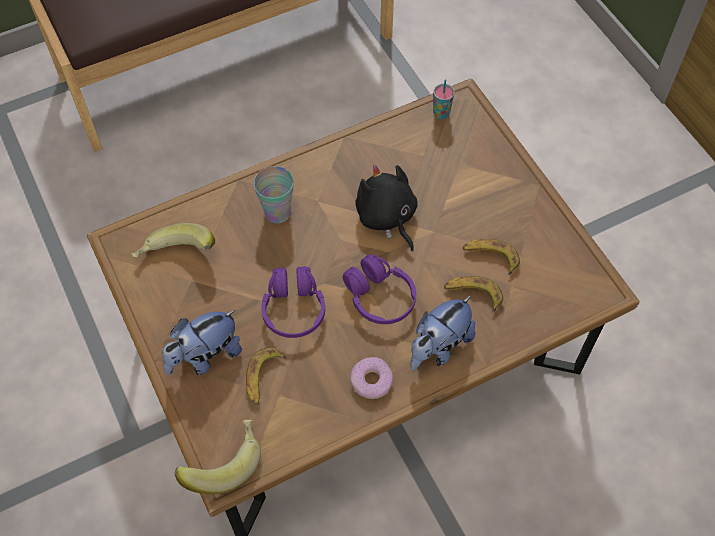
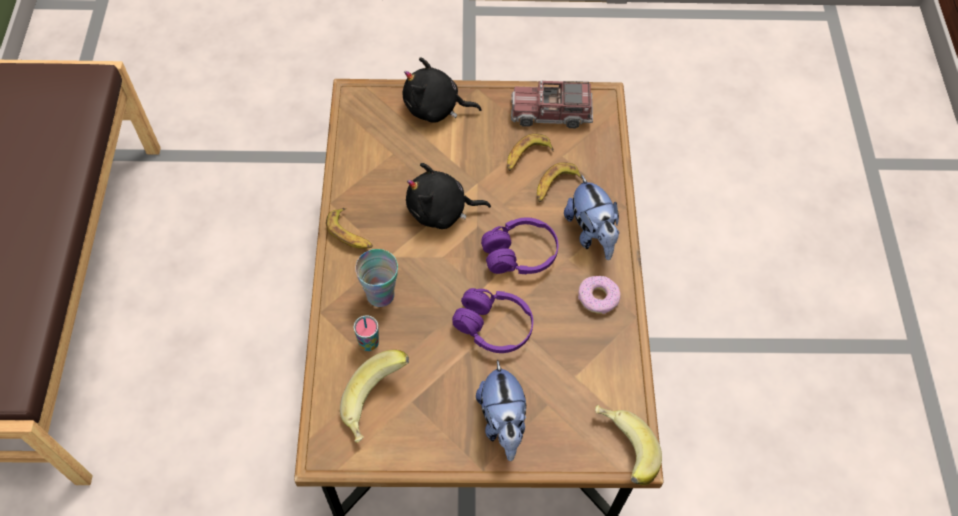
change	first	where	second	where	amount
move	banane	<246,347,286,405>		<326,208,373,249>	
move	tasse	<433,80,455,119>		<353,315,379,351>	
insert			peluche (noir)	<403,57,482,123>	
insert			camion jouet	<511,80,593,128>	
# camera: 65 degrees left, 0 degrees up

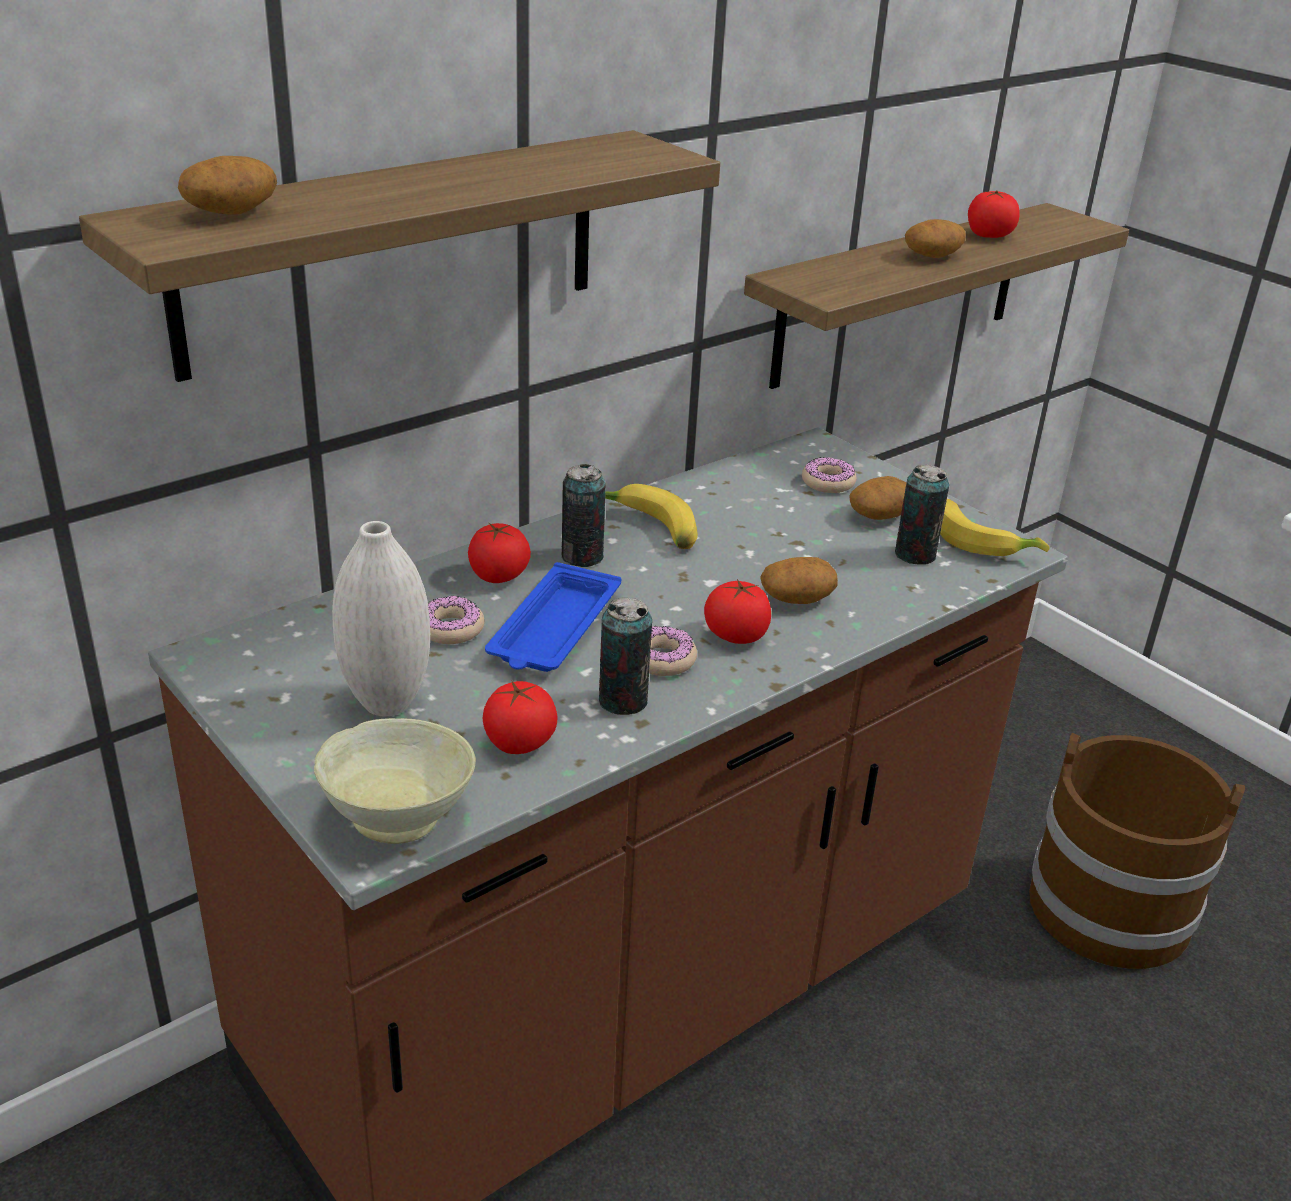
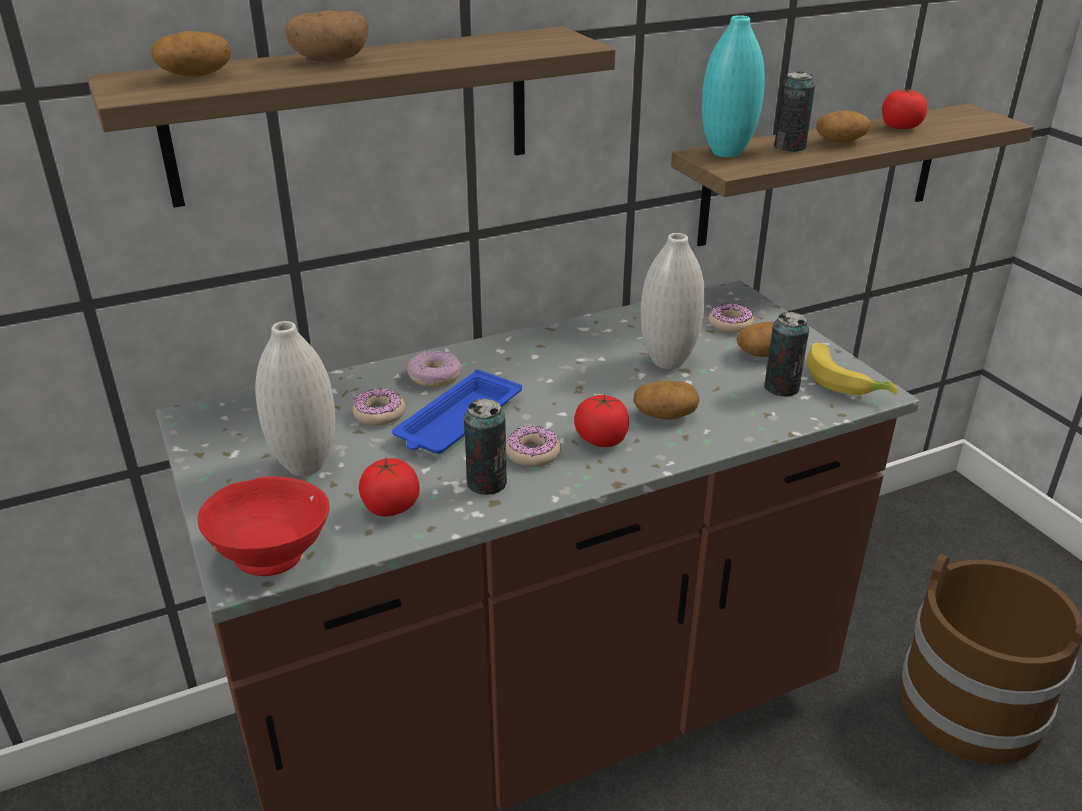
change	first	where	second	where	amount
recolor	bol (beige)	<314,718,476,844>	bol (rouge)	<197,476,330,576>	
replace	tomate	<468,523,531,583>	beignet	<407,350,461,387>	
move	boîte métallique	<562,464,606,567>		<774,72,815,152>	
delete	banane	<605,484,698,549>			
insert			pomme de terre	<285,10,369,62>	
insert			vase (blanc)	<641,233,705,369>	
insert			vase (turquoise)	<702,15,765,157>	
# camera: 15 degrees right, 0 degrees up

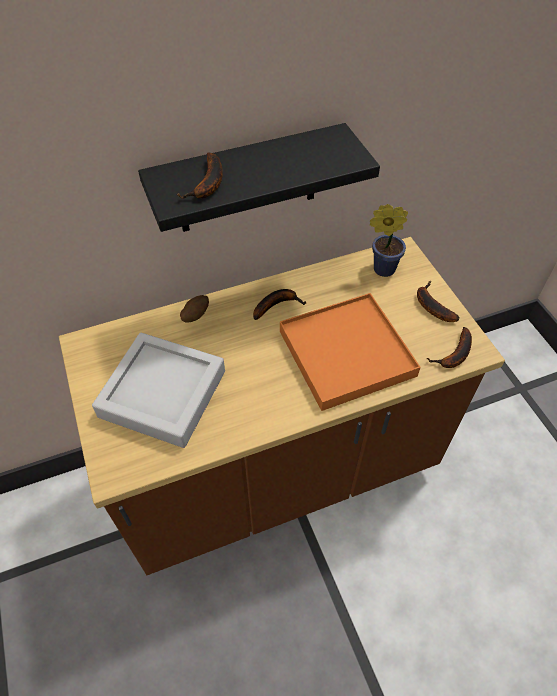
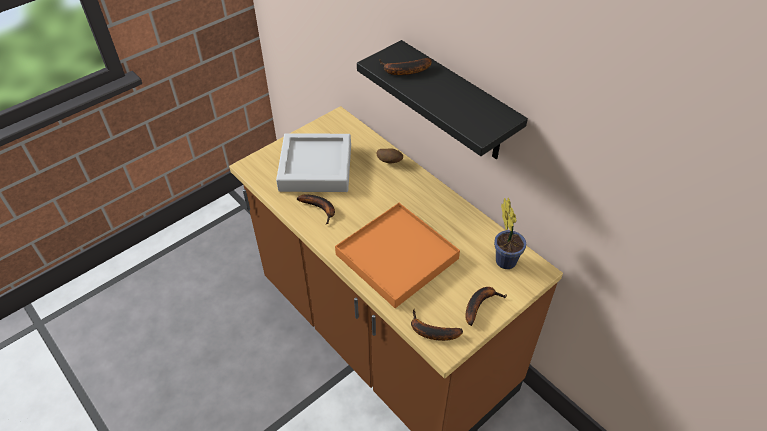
change	first	where	second	where	amount
move	banane	<253,289,306,320>		<297,195,335,225>	
# camera: 70 degrees right, 5 degrees down

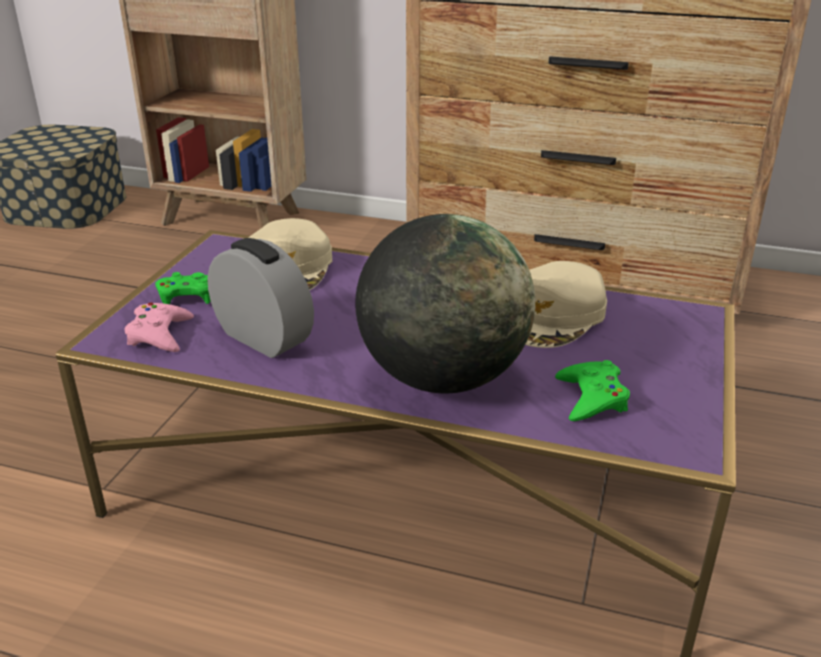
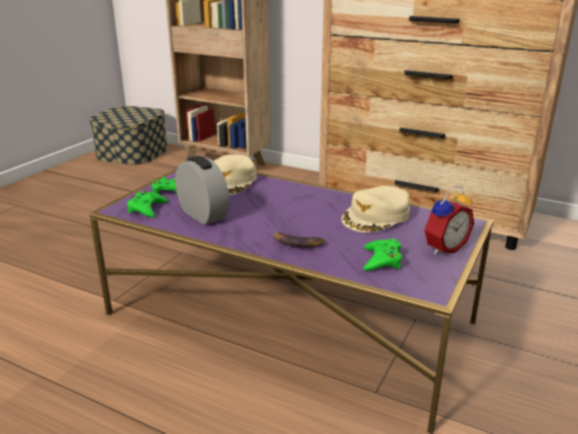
change	first	where	second	where	amount
recolor	manette (rose)	<125,302,194,352>	manette (vert)	<127,191,168,218>	
replace	globe	<355,214,535,394>	banane	<273,231,325,247>	
insert			réveil	<424,186,474,255>	
# camera: 10 degrees right, 5 degrees down

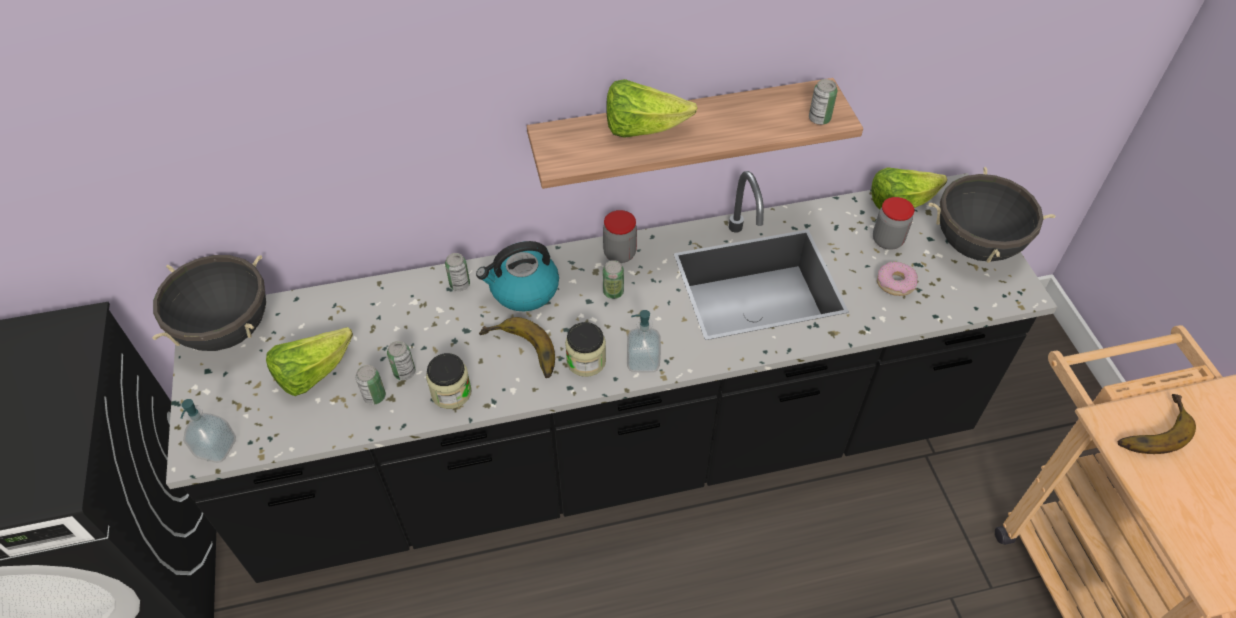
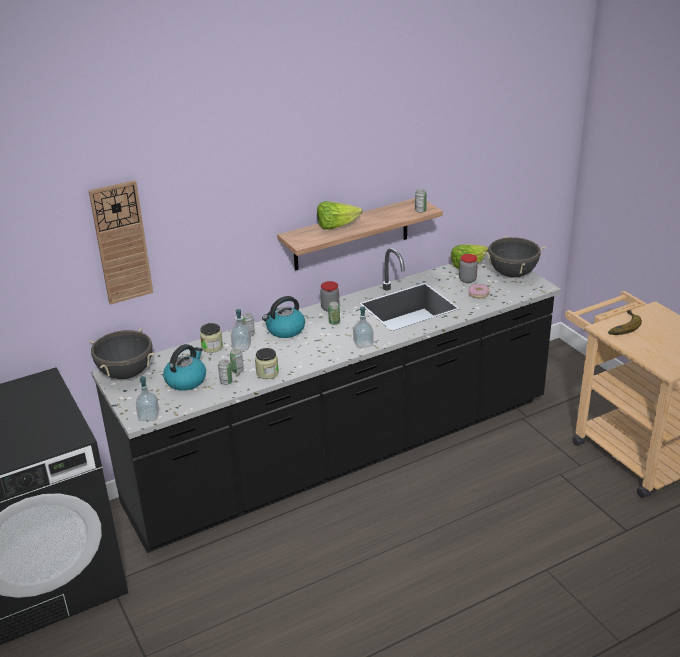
change	first	where	second	where	amount
replace	laitue	<266,327,353,396>	bouilloire	<163,344,206,391>	
delete	banane	<479,317,555,378>			
move	bocal	<565,322,606,377>		<200,323,223,353>	
insert			horloge murale	<89,180,153,305>	
insert			distributeur de savon	<231,309,251,350>	
# camera: 15 degrees left, 20 degrees down

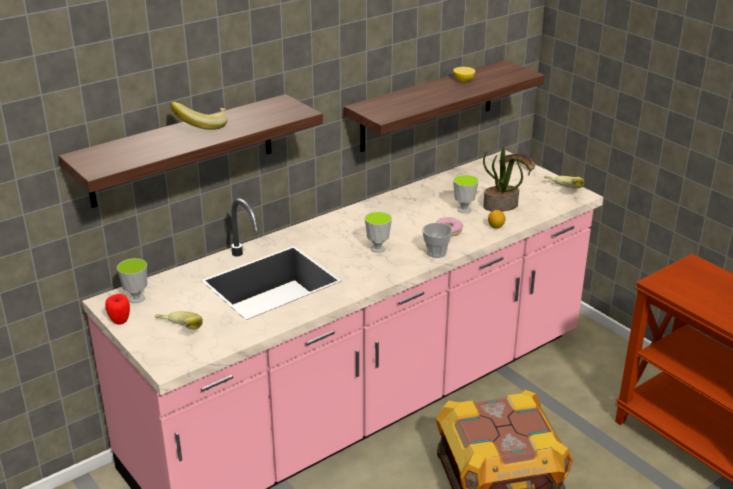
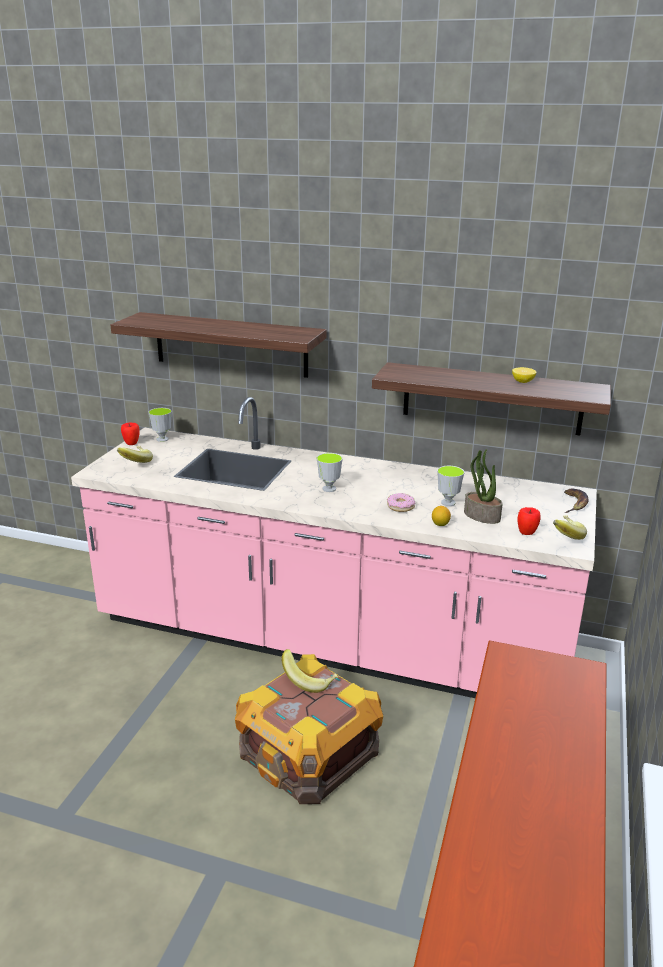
change	first	where	second	where	amount
move	banane	<170,102,227,130>		<281,649,338,693>	
delete	tasse	<422,223,452,258>			
insert			pomme	<518,507,541,535>	
# camera: 55 degrees right, 5 degrees down

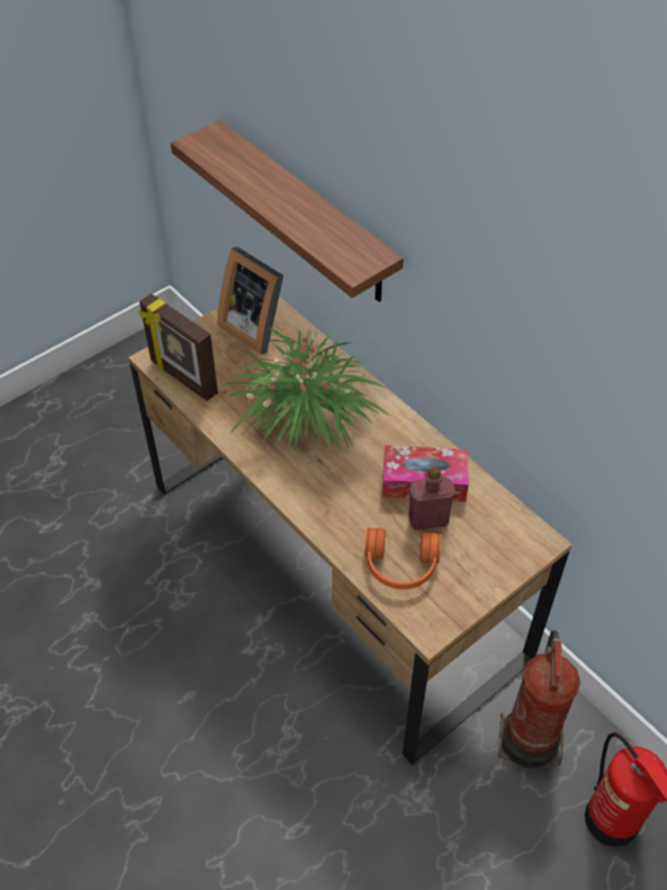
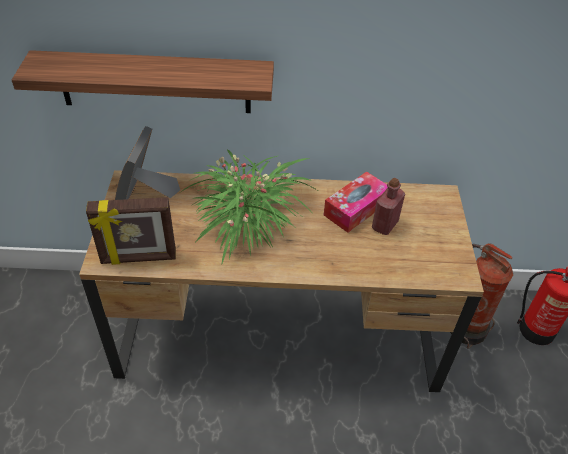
change	first	where	second	where	amount
rotate	cadre photo	<217,247,284,355>		<115,126,180,200>	105 degrees clockwise
delete	casque audio (orange)	<365,528,441,589>			
# camera: 50 degrees left, 5 degrees down

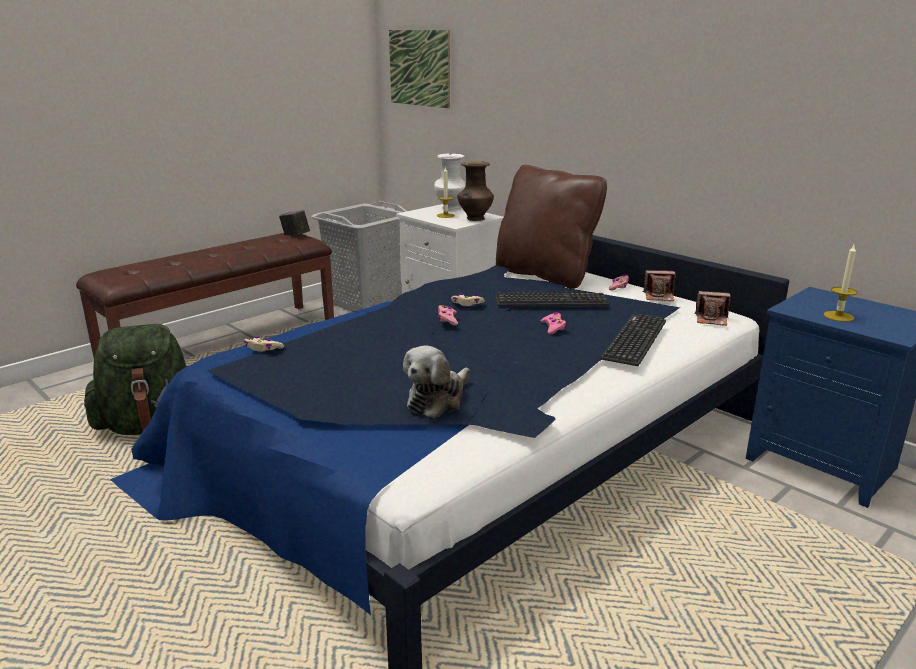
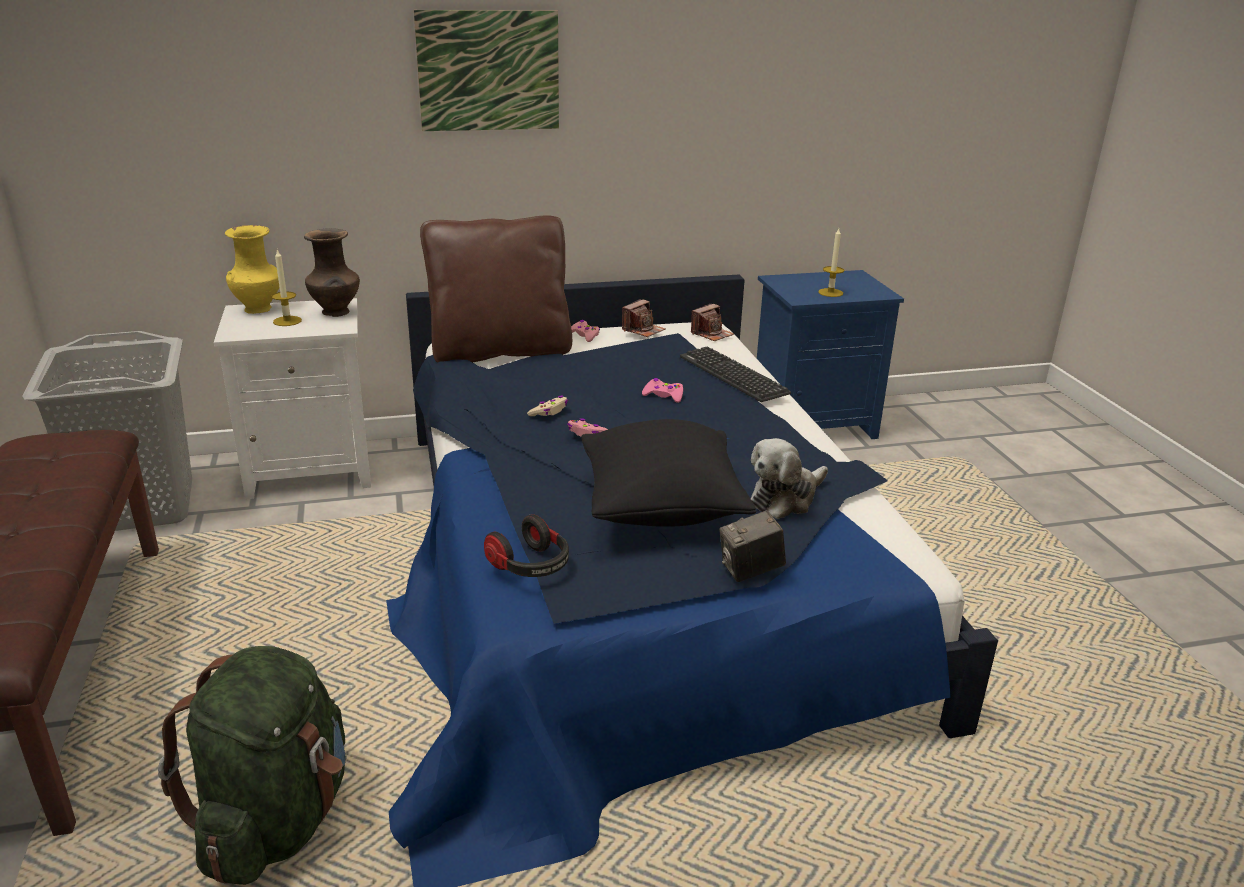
change	first	where	second	where	amount
replace	manette (beige)	<244,336,284,352>	casque audio	<484,514,569,577>	
move	appareil photo	<279,210,310,236>		<719,510,786,582>	
move	tableau	<389,30,450,108>		<414,10,559,131>	
rotate	peluche	<403,345,470,418>		<751,438,828,519>	75 degrees clockwise
recolor	vase (blanc)	<434,153,466,210>	vase (jaune)	<225,225,279,314>	
delete	clavier	<495,292,609,306>			
insert			coussin (noir)	<581,419,756,527>	
# camera: 60 degrees left, 5 degrees up

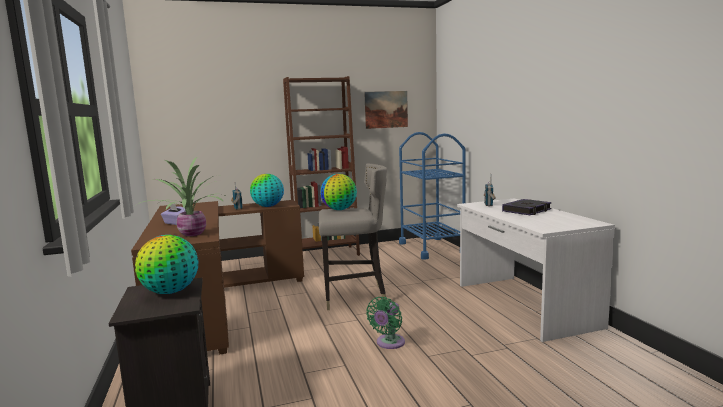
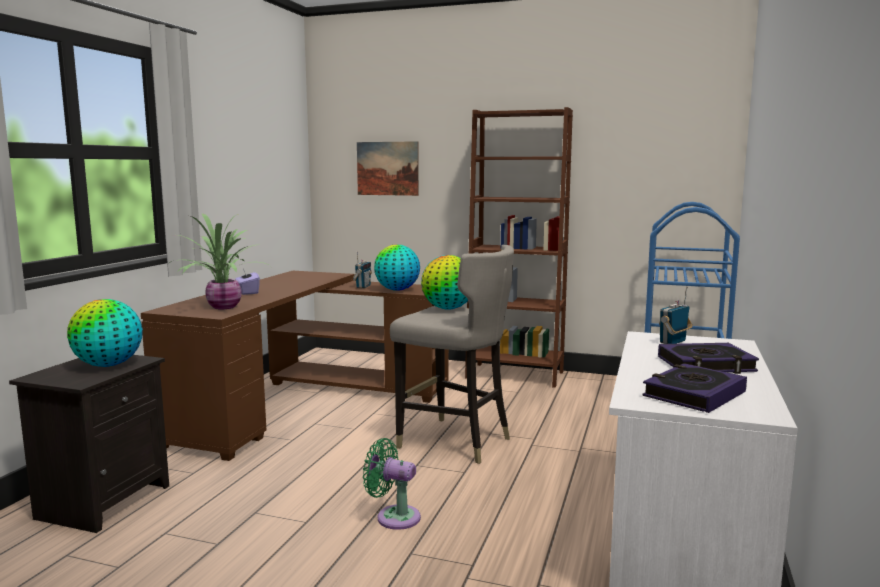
change	first	where	second	where	amount
move	tableau	<364,91,408,129>		<357,141,419,196>	
rotate	ventilateur (vert)	<366,297,405,349>		<363,438,421,530>	45 degrees clockwise
insert			livre	<642,363,747,413>	
# camera: 35 degrees right, 0 degrees up

